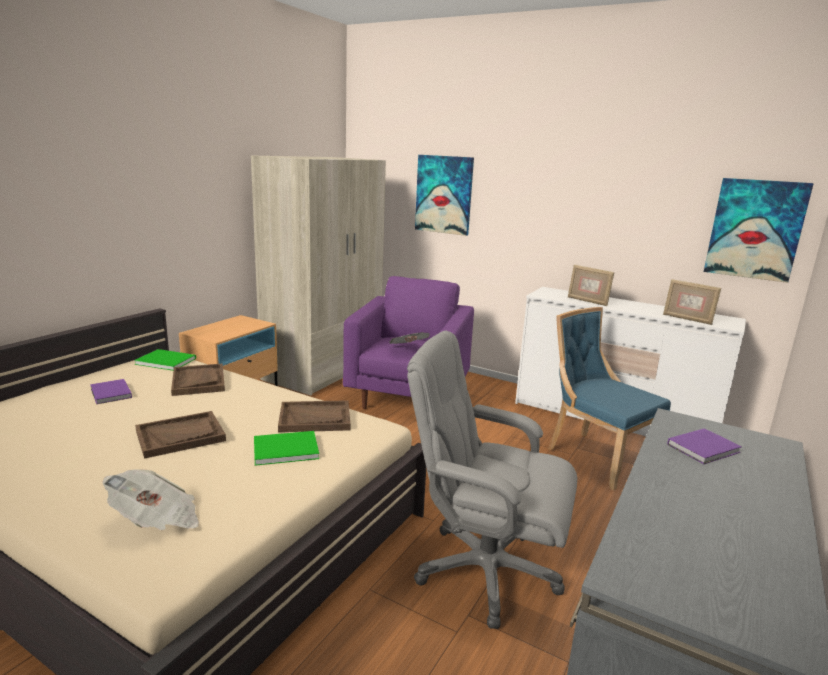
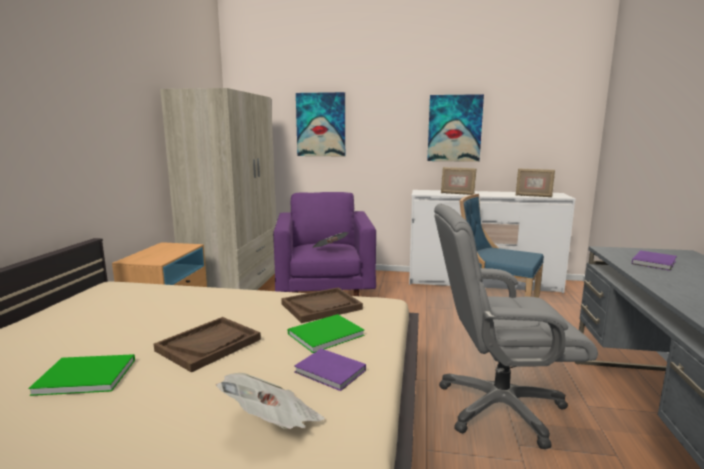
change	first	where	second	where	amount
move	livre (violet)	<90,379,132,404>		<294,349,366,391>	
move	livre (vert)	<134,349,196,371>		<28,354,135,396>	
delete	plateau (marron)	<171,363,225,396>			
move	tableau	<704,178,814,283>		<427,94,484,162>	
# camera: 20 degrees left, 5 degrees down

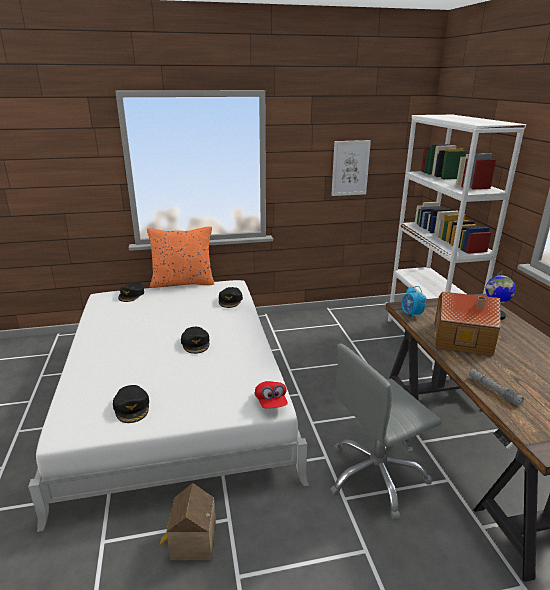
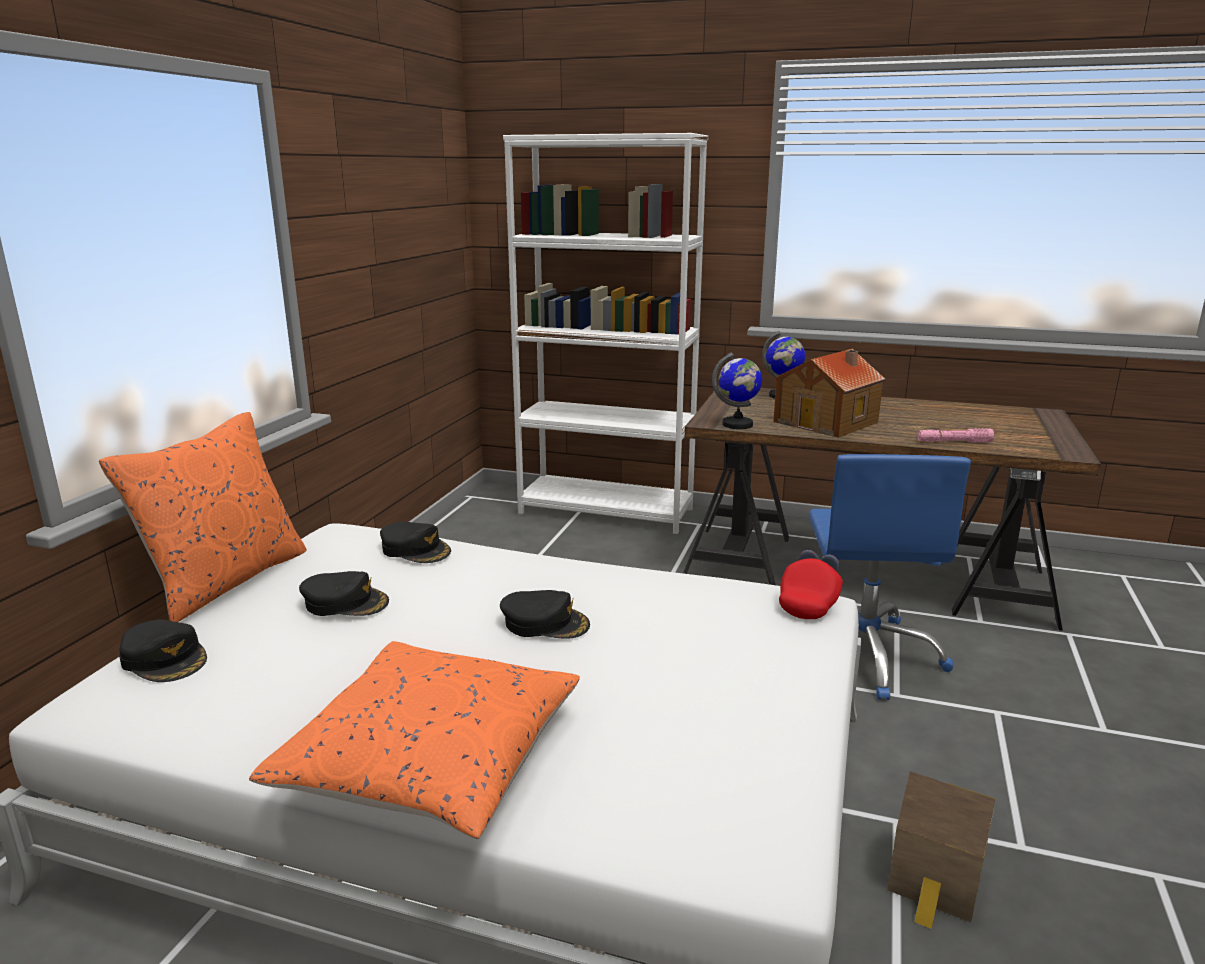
change	first	where	second	where	amount
move	casquette (noir)	<113,385,149,423>		<299,571,389,616>	
rotate	casquette (rouge)	<255,381,288,409>		<779,550,843,619>	75 degrees counterclockwise
recolor	chaise de bureau (gris)	<330,343,442,519>	chaise de bureau (bleu)	<809,454,971,700>	
delete	tableau	<331,140,371,196>			
replace	réveil	<402,286,426,319>	globe	<712,352,762,429>	
recolor	lampe de poche (gris)	<469,369,524,406>	lampe de poche (rose)	<917,428,994,442>	
insert			coussin (orange)	<249,641,580,839>	
# camera: 60 degrees left, 5 degrees down

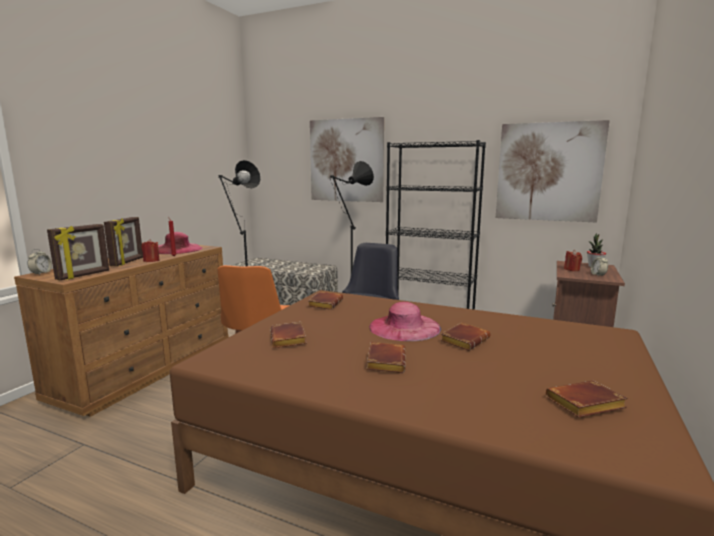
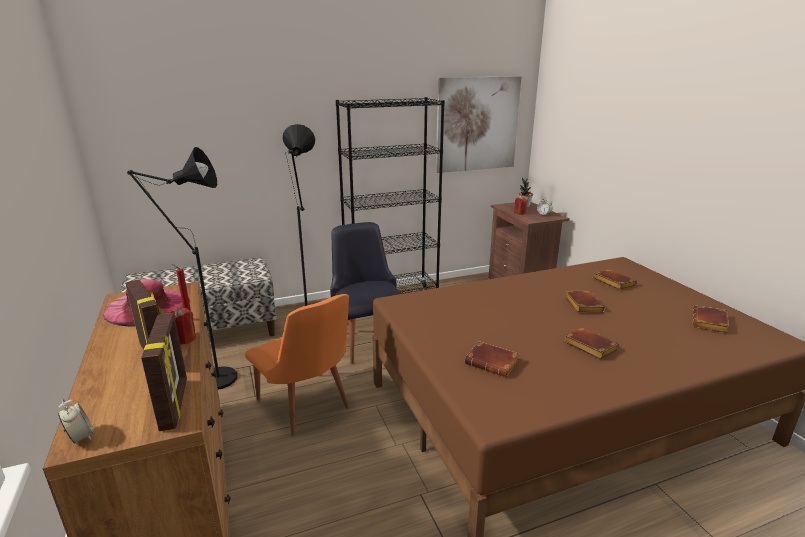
change	first	where	second	where	amount
move	livre (marron)	<308,291,343,310>		<593,269,637,290>	
delete	tableau	<310,117,384,202>			
delete	chapeau (rose)	<369,302,441,341>			
# camera: 45 degrees left, 10 degrees up

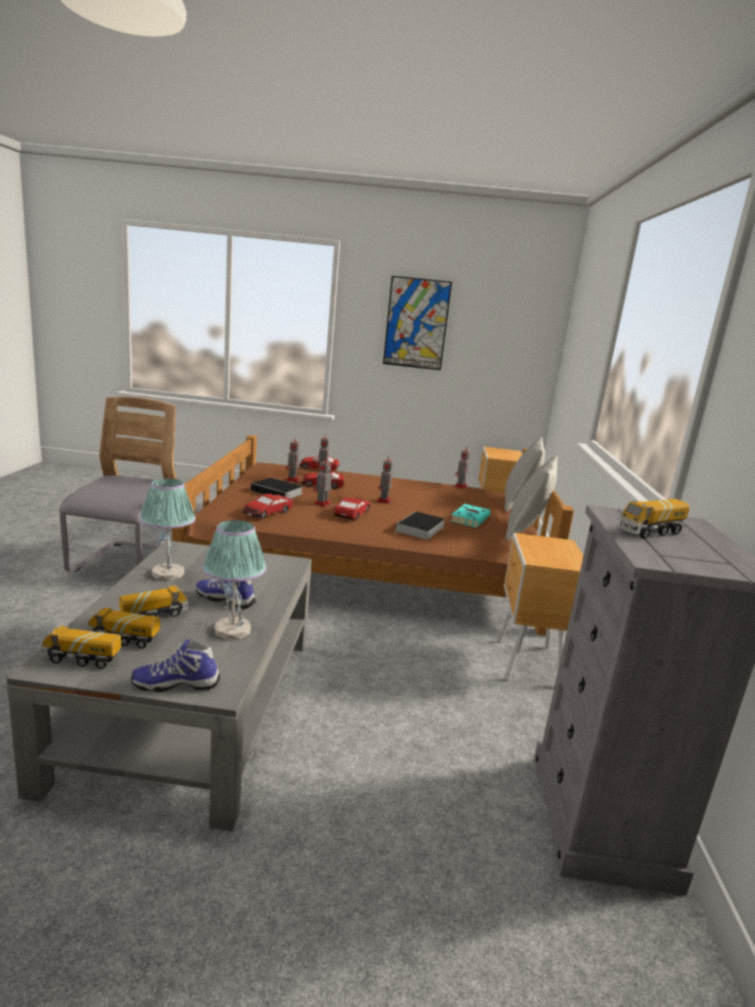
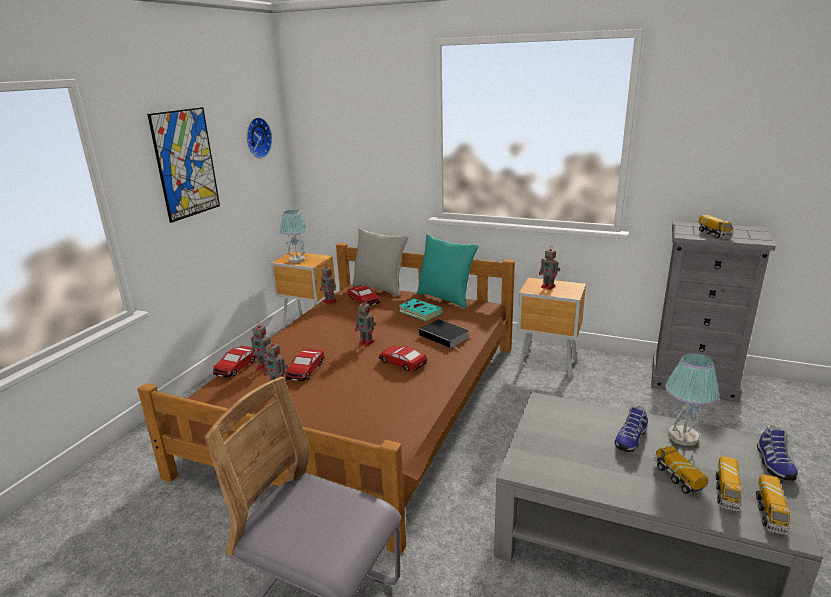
change	first	where	second	where	amount
move	lampe de table	<140,478,196,581>		<280,210,307,263>	
move	petite voiture	<243,494,293,519>		<348,285,380,306>	
delete	livre	<251,477,303,499>			
move	robot jouet	<313,457,332,507>		<539,245,560,290>	
recolor	coussin (gris)	<506,456,558,541>	coussin (turquoise)	<417,234,479,308>	
insert			horloge murale	<247,117,272,159>	
# camera: 70 degrees left, 5 degrees up

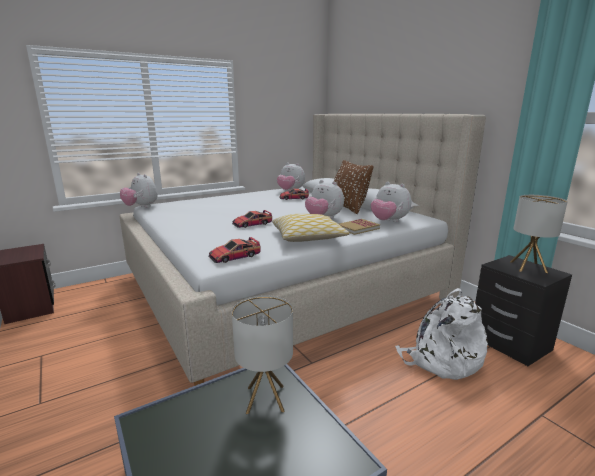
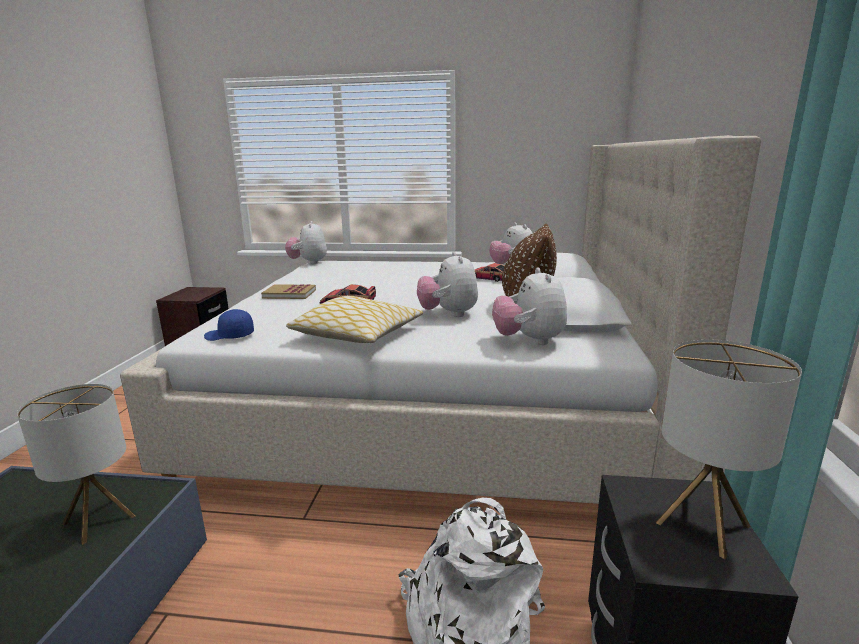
change	first	where	second	where	amount
replace	petite voiture	<209,237,260,263>	casquette (bleu)	<204,309,254,341>	
move	livre	<339,219,380,235>		<261,284,316,299>	
# camera: 40 degrees right, 0 degrees up

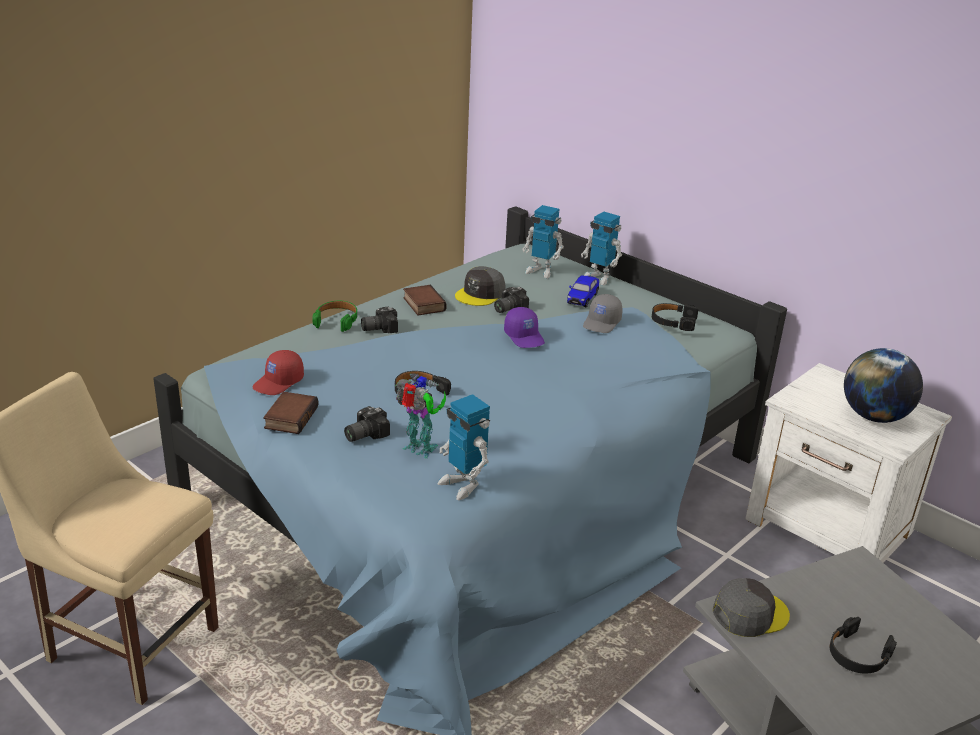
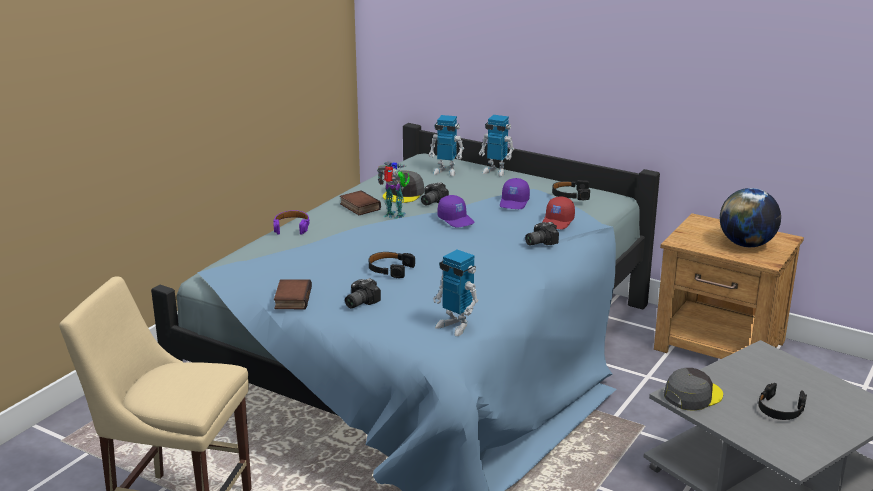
change	first	where	second	where	amount
move	casquette (rouge)	<252,350,304,395>		<543,196,575,229>	
recolor	casque audio (vert)	<312,301,357,332>	casque audio (violet)	<273,210,309,235>	
move	appareil photo	<361,307,398,333>		<525,222,559,246>	
move	robot jouet	<396,373,446,458>		<377,162,410,219>	
delete	petite voiture	<567,275,599,308>			
recolor	casquette (gris)	<583,294,623,333>	casquette (violet)	<500,178,530,209>	
recolor	table de chevet (blanc)	<745,363,952,560>	table de chevet (marron)	<654,213,804,359>	
# camera: 10 degrees left, 5 degrees down

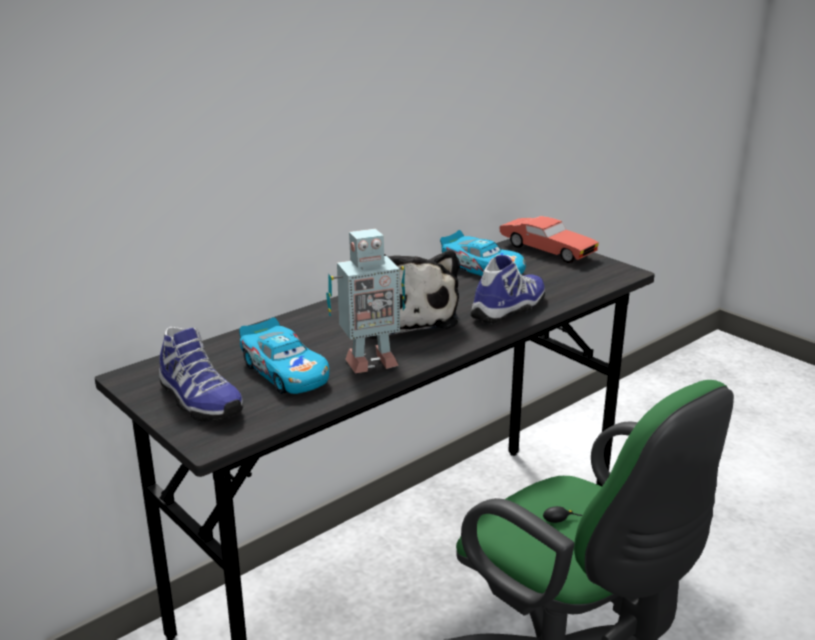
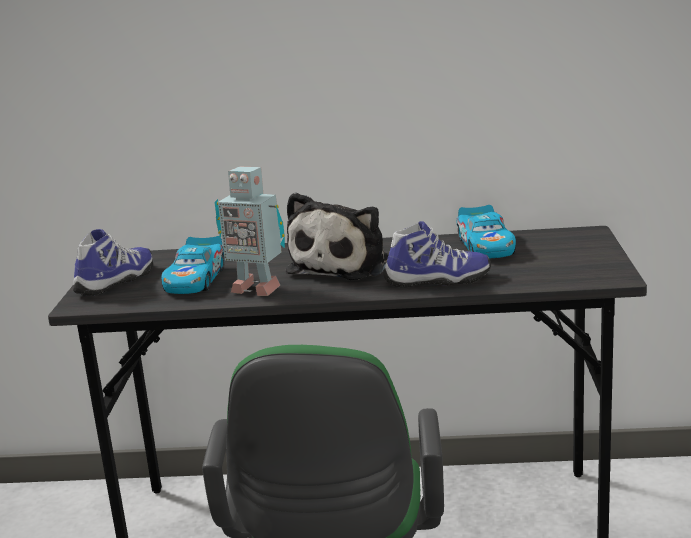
change	first	where	second	where	amount
rotate	chaussure	<159,327,243,422>		<73,229,153,296>	150 degrees counterclockwise
delete	petite voiture (rouge)	<499,216,599,263>			
# camera: 45 degrees right, 5 degrees down

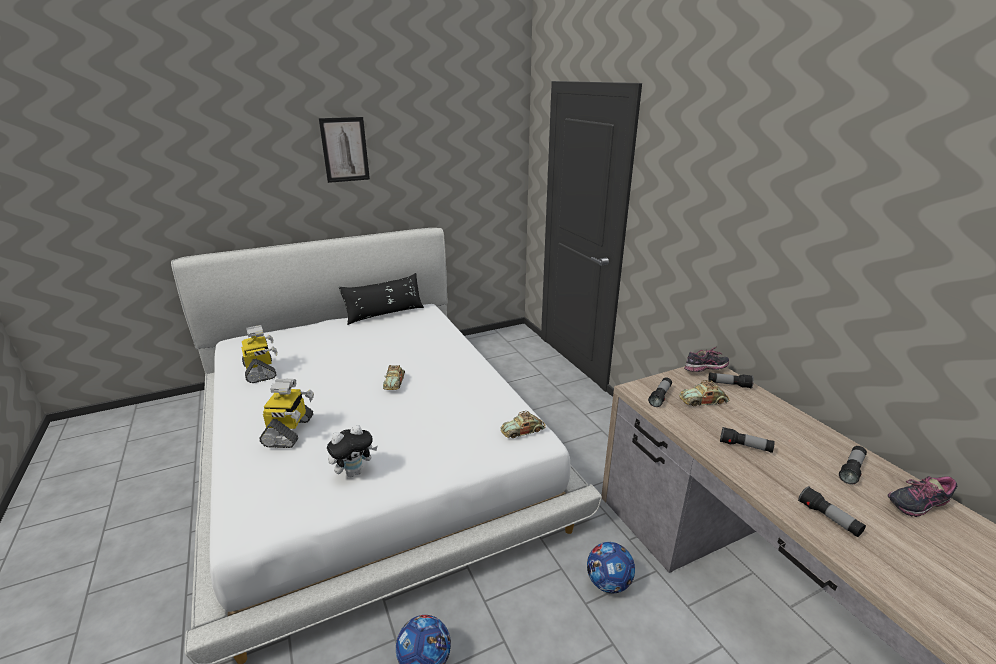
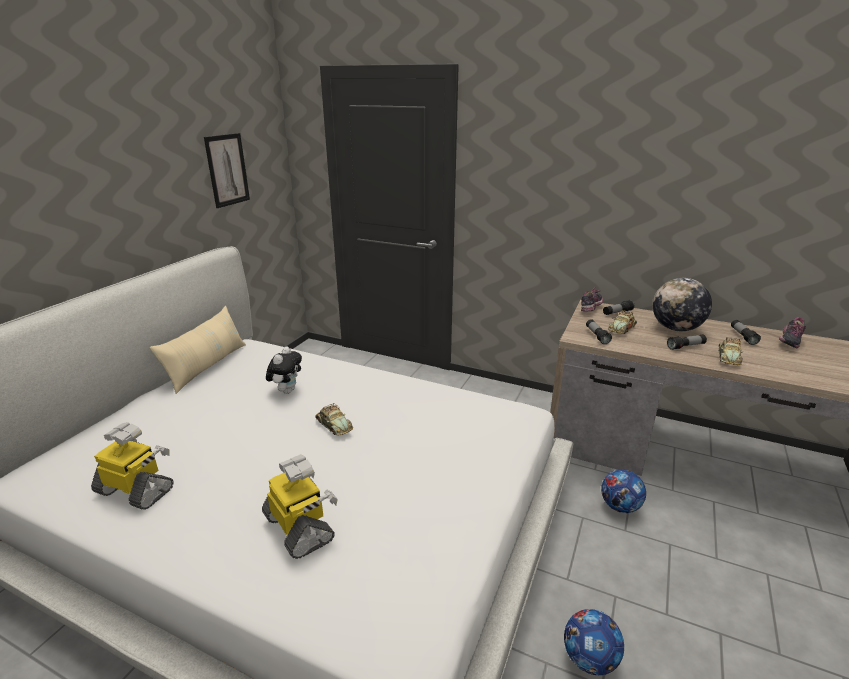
change	first	where	second	where	amount
move	tableau	<319,117,370,183>		<204,133,250,208>	
move	peluche	<327,425,377,477>		<266,346,302,394>	
recolor	coussin (noir)	<339,273,424,325>	coussin (beige)	<149,306,246,394>	
move	petite voiture	<500,411,546,438>		<719,337,743,365>	
delete	lampe de poche	<798,486,866,537>			
insert			globe	<653,278,712,331>	
# camera: 40 degrees left, 0 degrees up

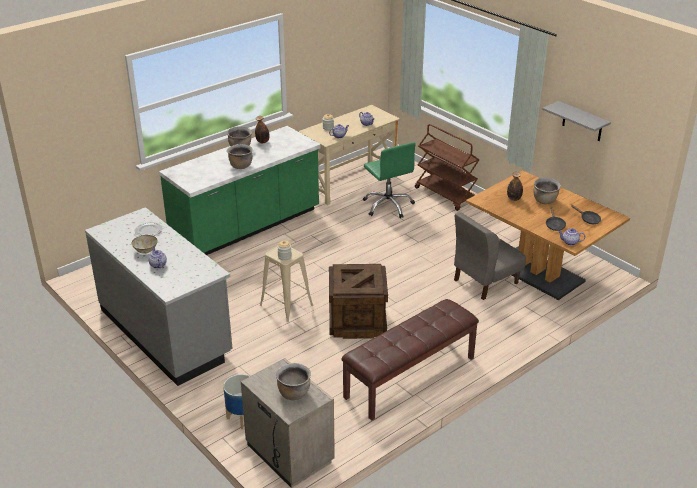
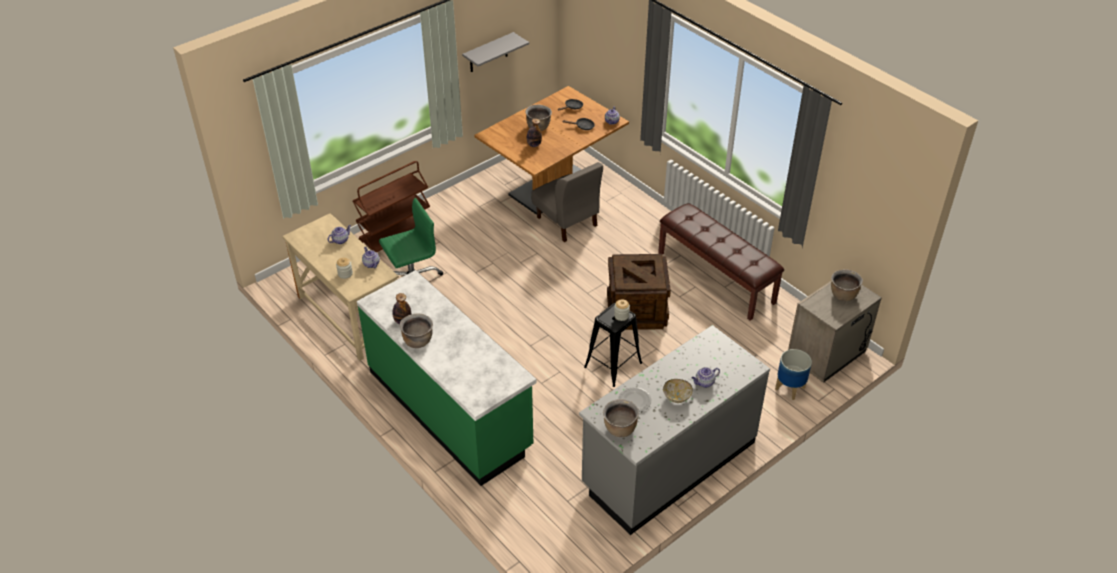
change	first	where	second	where	amount
move	marmite (marron)	<227,144,253,169>		<603,399,639,437>	
recolor	tabouret (beige)	<260,247,314,322>	tabouret (noir)	<584,303,642,387>	
# camera: 90 degrees left, 10 degrees up

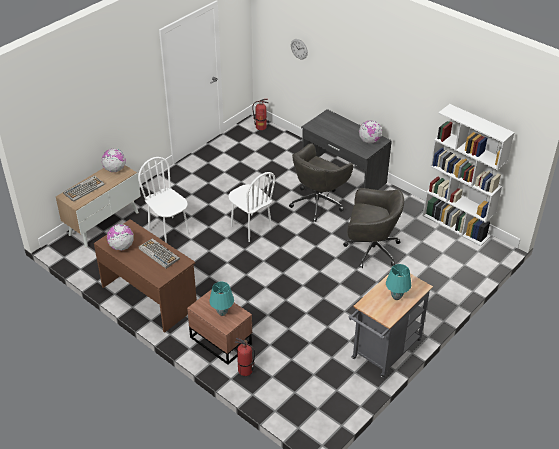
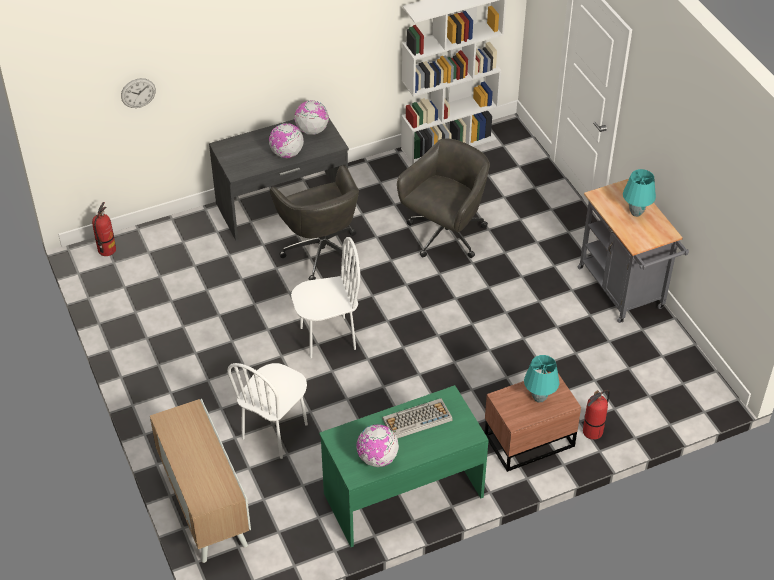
change	first	where	second	where	amount
delete	clavier	<63,175,105,202>			
recolor	bureau (marron)	<94,219,197,333>	bureau (vert)	<319,385,489,547>	
move	globe	<102,149,126,172>		<269,123,304,158>	
rotate	chaise (blanc)	<138,157,189,243>		<227,363,308,459>	45 degrees counterclockwise
# camera: 65 degrees left, 5 degrees up

